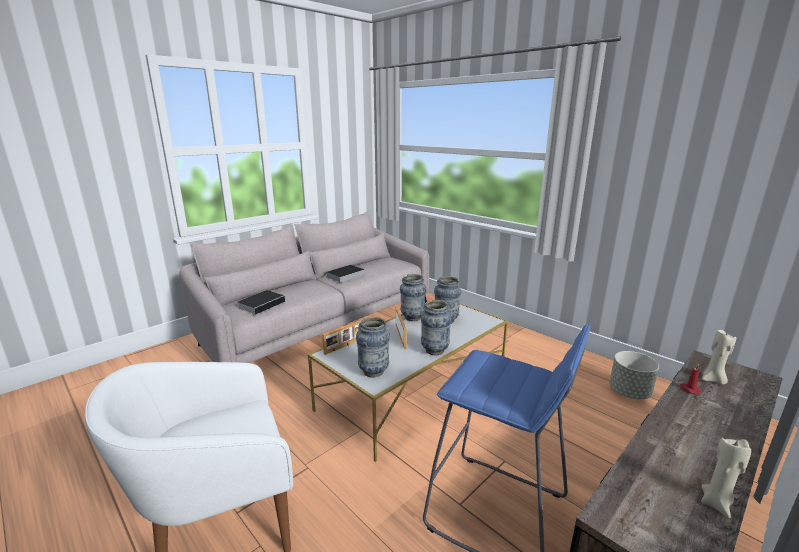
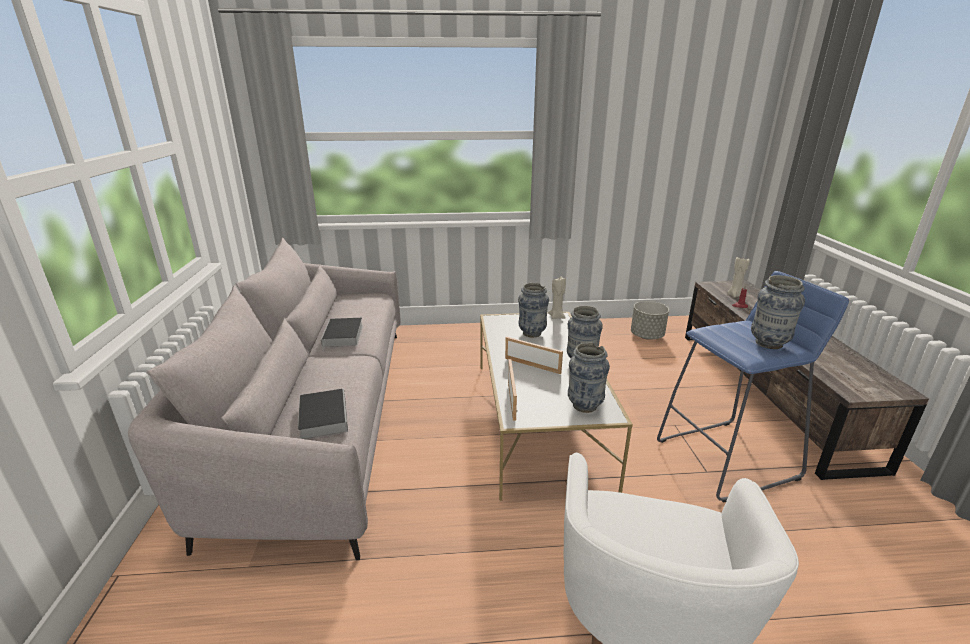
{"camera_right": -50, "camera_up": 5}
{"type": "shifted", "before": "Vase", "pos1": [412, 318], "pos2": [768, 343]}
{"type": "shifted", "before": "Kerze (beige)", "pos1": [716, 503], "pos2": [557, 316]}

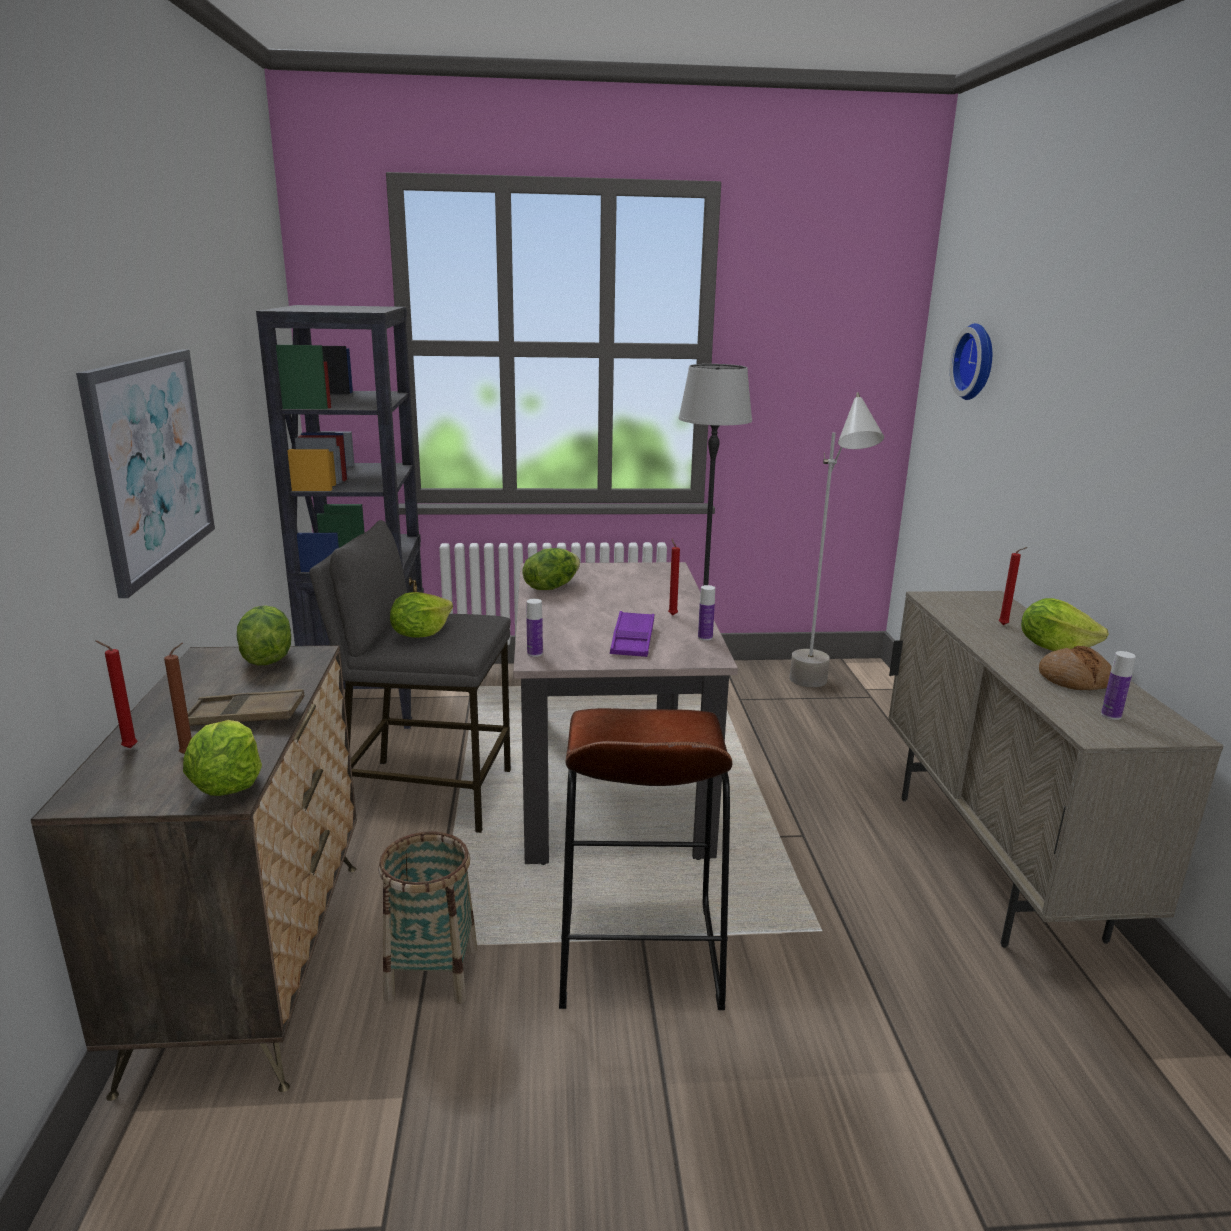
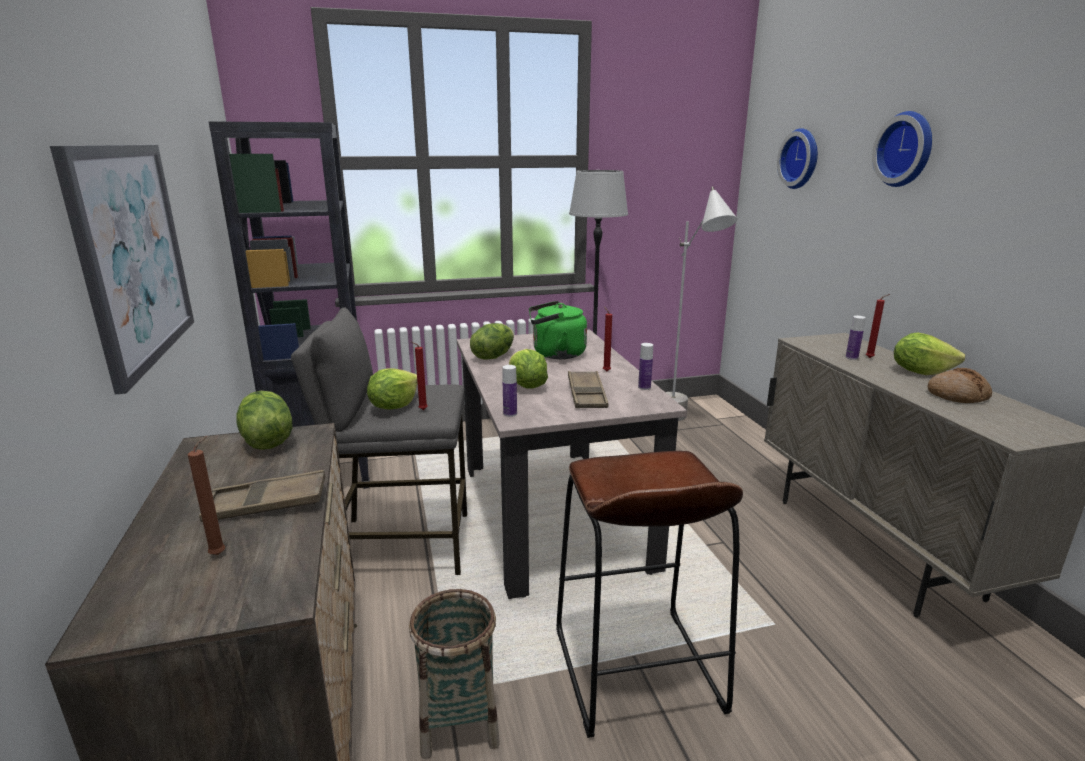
{"camera_right": -10, "camera_up": 0}
{"type": "repainted", "before": "Tablett (lila)", "after": "Tablett (braun)", "pos1": [632, 640], "pos2": [587, 395]}
{"type": "shifted", "before": "Kerze (rot)", "pos1": [127, 748], "pos2": [421, 410]}
{"type": "shifted", "before": "Flasche", "pos1": [1111, 715], "pos2": [851, 357]}
{"type": "shifted", "before": "Salatkopf", "pos1": [228, 785], "pos2": [526, 386]}
{"type": "new", "after": "Wanduhr", "pos2": [907, 149]}
{"type": "new", "after": "Wasserkessel (grün)", "pos2": [555, 354]}

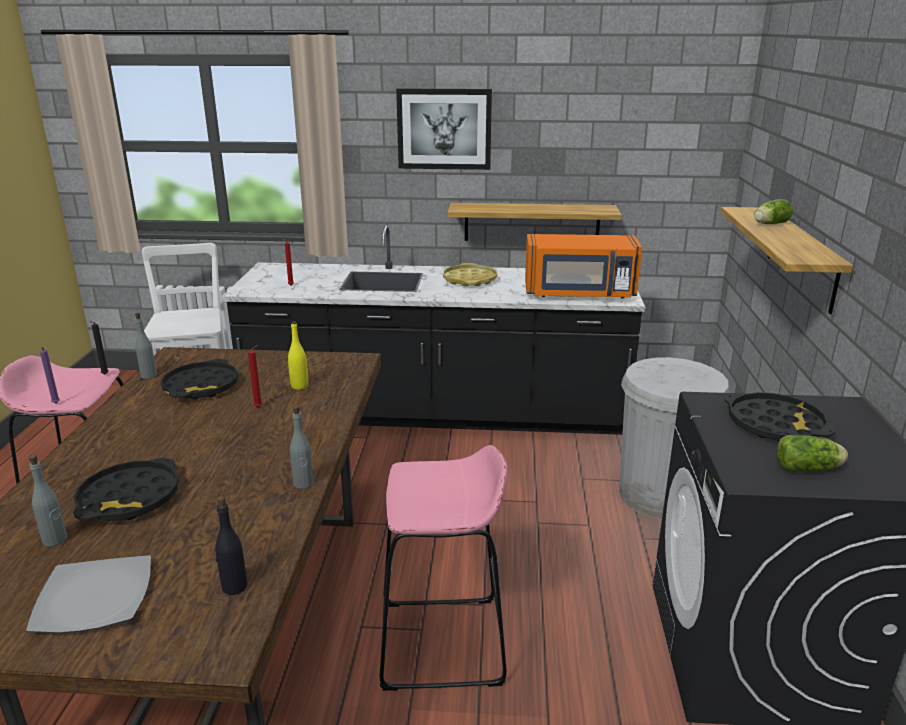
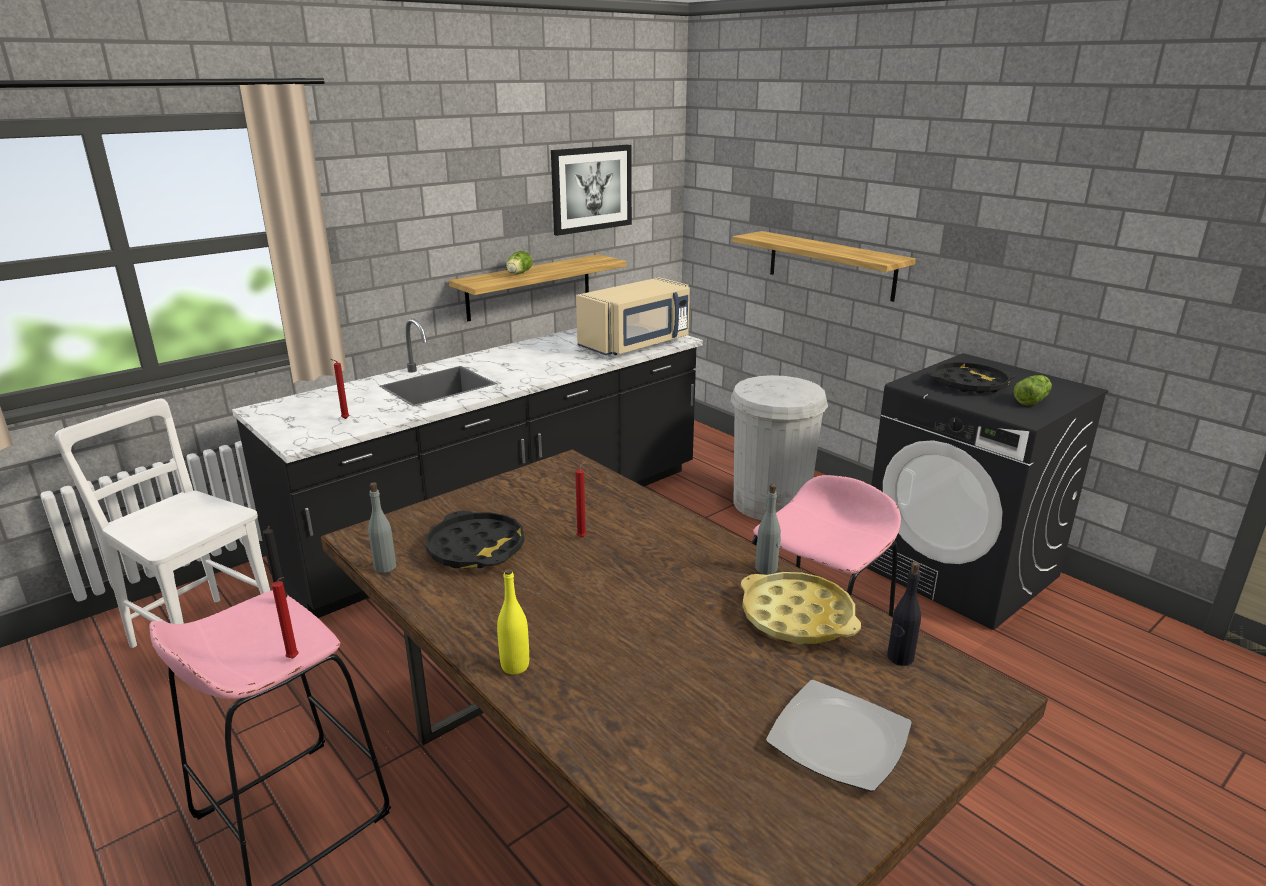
{"camera_right": -45, "camera_up": 0}
{"type": "shifted", "before": "Bild", "pos1": [444, 129], "pos2": [591, 189]}
{"type": "shifted", "before": "Salatkopf", "pos1": [769, 224], "pos2": [518, 274]}
{"type": "repainted", "before": "Mikrowelle (orange)", "after": "Mikrowelle (beige)", "pos1": [579, 293], "pos2": [636, 344]}
{"type": "shifted", "before": "Tablett (gelb)", "pos1": [469, 280], "pos2": [797, 616]}
{"type": "shifted", "before": "Flasche (gelb)", "pos1": [299, 386], "pos2": [515, 666]}
{"type": "repainted", "before": "Kerze (lila)", "after": "Kerze (rot)", "pos1": [56, 404], "pos2": [294, 659]}
{"type": "gone", "before": "Flasche (grau)", "pos1": [55, 539]}
{"type": "gone", "before": "Tablett (schwarz)", "pos1": [129, 498]}

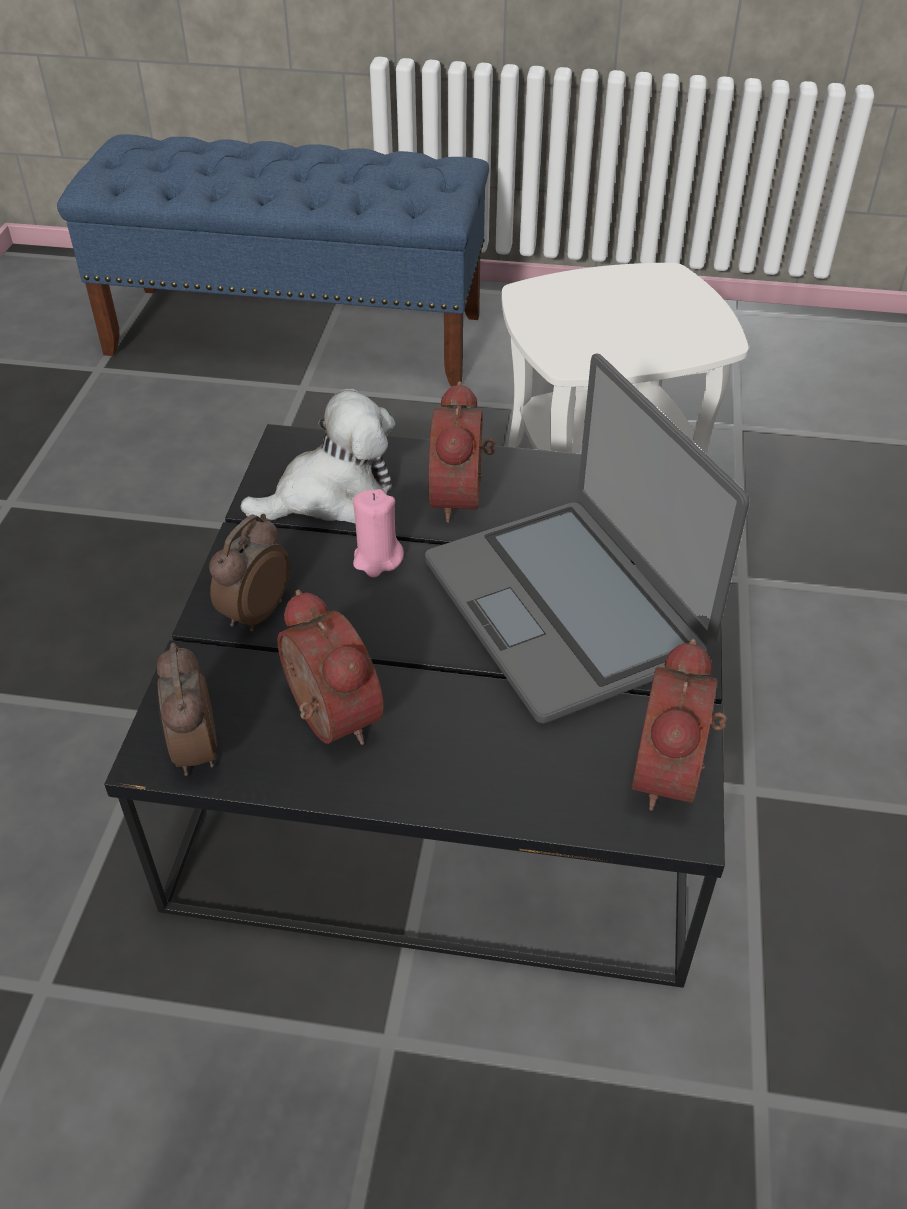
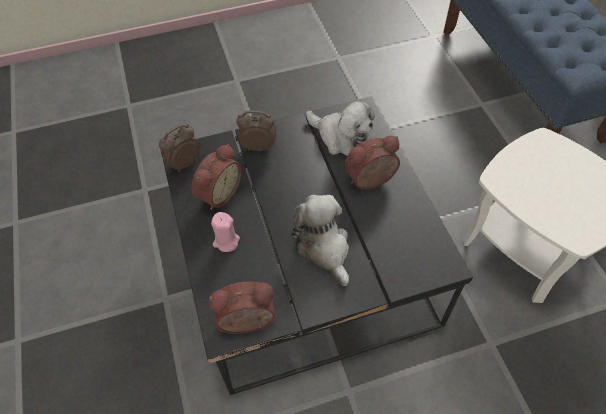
{"camera_right": 65, "camera_up": 10}
{"type": "swapped", "before": "Laptop", "after": "Plüschtier", "pos1": [565, 607], "pos2": [324, 247]}
{"type": "shifted", "before": "Kerze (rosa)", "pos1": [377, 559], "pos2": [226, 241]}

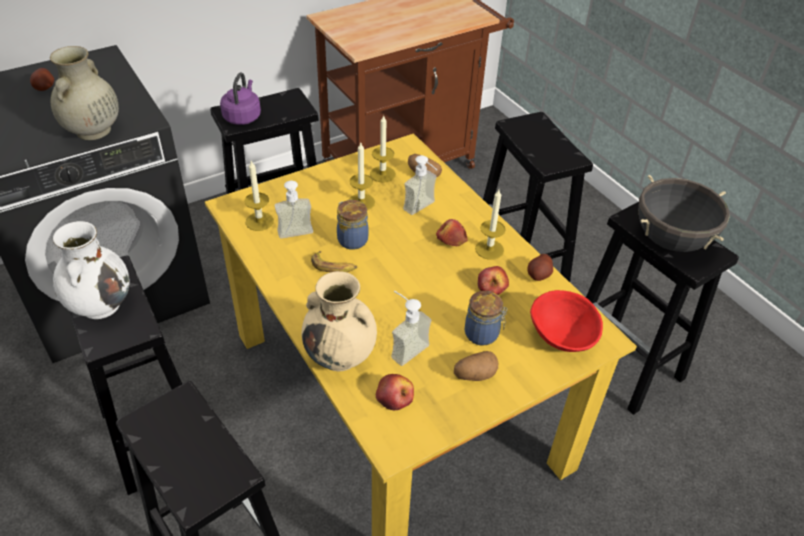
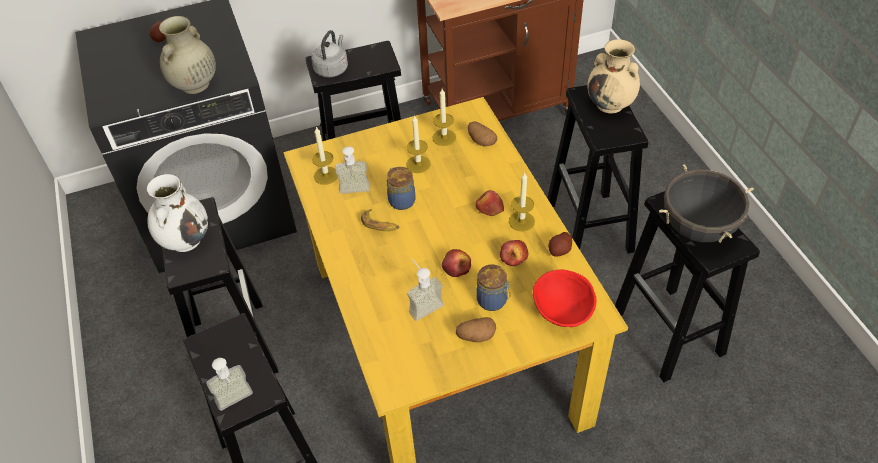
{"camera_right": 15, "camera_up": 5}
{"type": "repainted", "before": "Wasserkessel (lila)", "after": "Wasserkessel (grau)", "pos1": [243, 116], "pos2": [332, 68]}
{"type": "shifted", "before": "Seifenspender", "pos1": [423, 209], "pos2": [237, 403]}
{"type": "shifted", "before": "Vase (beige)", "pos1": [341, 356], "pos2": [611, 104]}
{"type": "shifted", "before": "Apfel", "pos1": [394, 397], "pos2": [456, 267]}

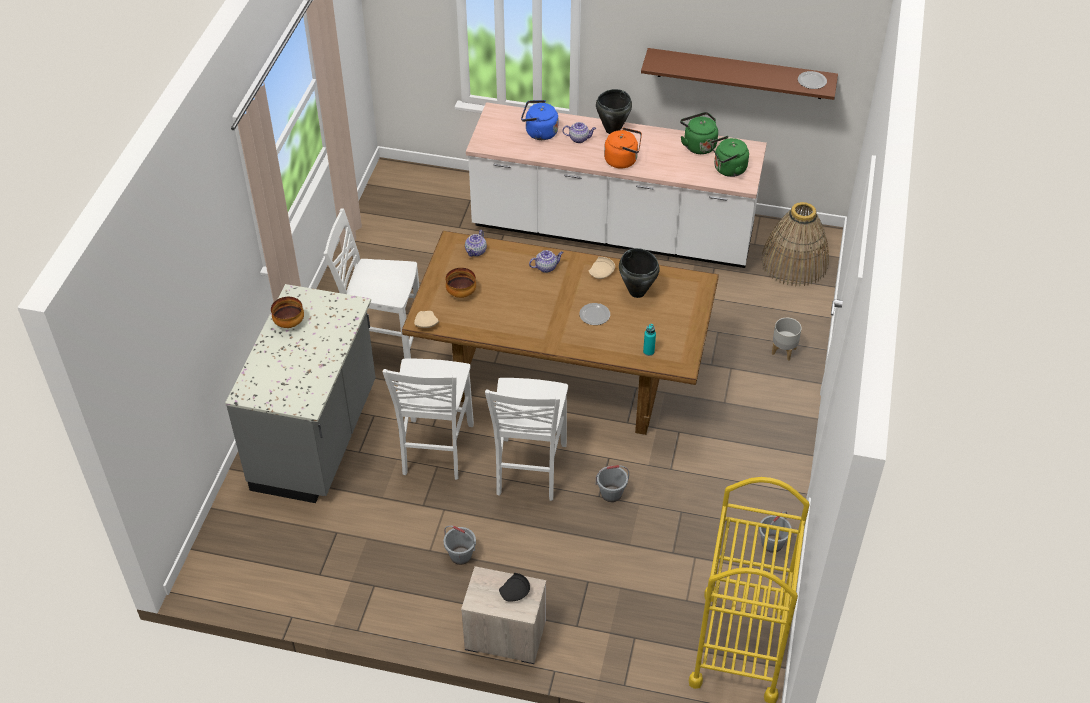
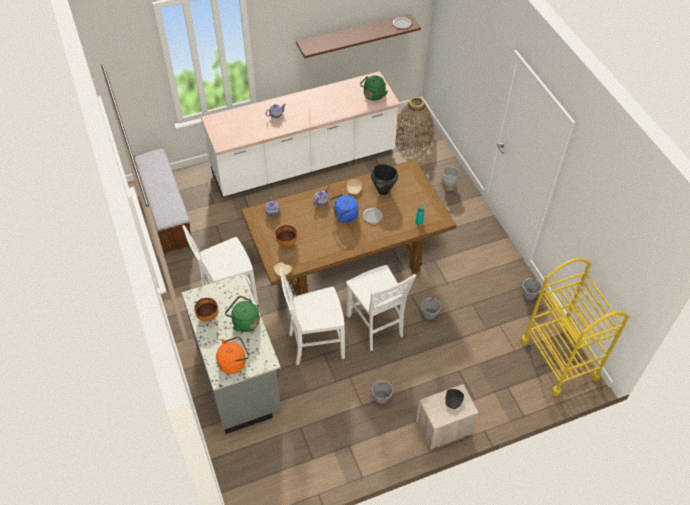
{"camera_right": -35, "camera_up": 5}
{"type": "gone", "before": "Kochtopf (schwarz)", "pos1": [612, 130]}
{"type": "shifted", "before": "Wasserkessel (blau)", "pos1": [539, 133], "pos2": [344, 216]}
{"type": "shifted", "before": "Wasserkessel (grün)", "pos1": [698, 145], "pos2": [244, 322]}
{"type": "shifted", "before": "Wasserkessel (orange)", "pos1": [623, 160], "pos2": [234, 362]}
{"type": "rotated", "before": "Stuhl (weiß)", "pos1": [435, 450], "pos2": [315, 345], "turn": 105}
{"type": "new", "after": "Bank", "pos2": [166, 213]}

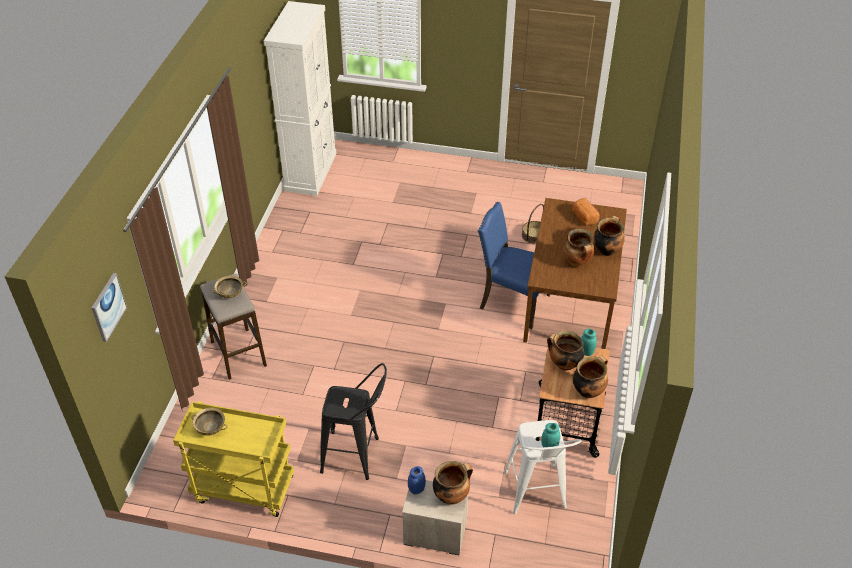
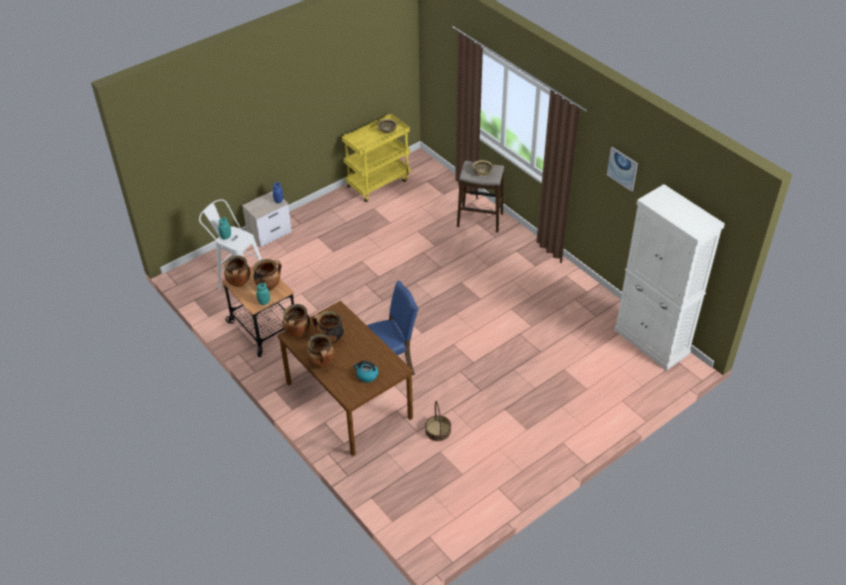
{"camera_right": 130, "camera_up": 0}
{"type": "swapped", "before": "Brot", "after": "Wasserkessel", "pos1": [583, 218], "pos2": [367, 375]}
{"type": "shifted", "before": "Bild", "pos1": [108, 307], "pos2": [622, 168]}
{"type": "gone", "before": "Hocker (schwarz)", "pos1": [357, 456]}
{"type": "shifted", "before": "Kochtopf", "pos1": [451, 495], "pos2": [298, 333]}

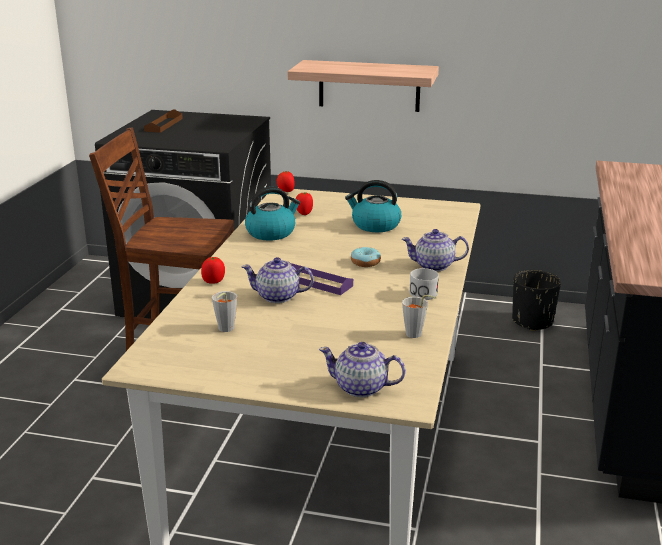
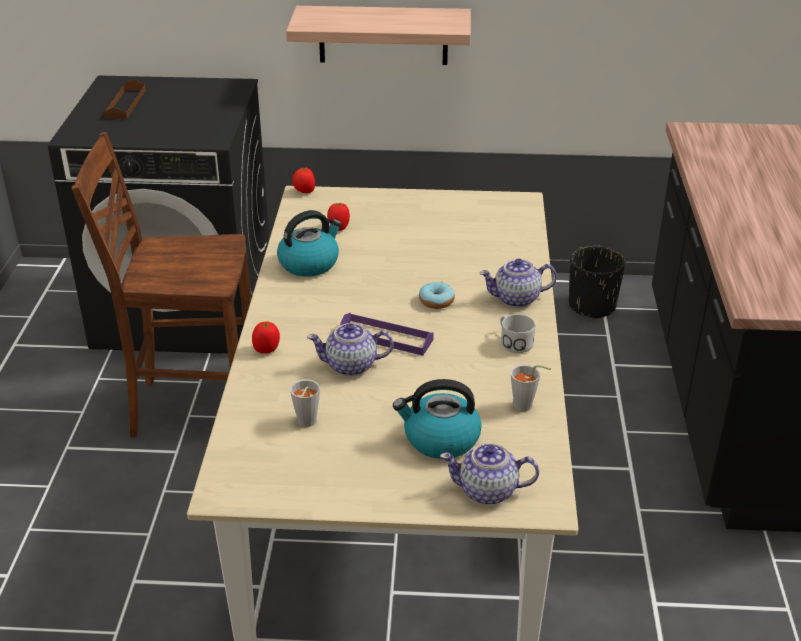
{"camera_right": -10, "camera_up": 10}
{"type": "shifted", "before": "Wasserkessel", "pos1": [375, 225], "pos2": [440, 439]}

